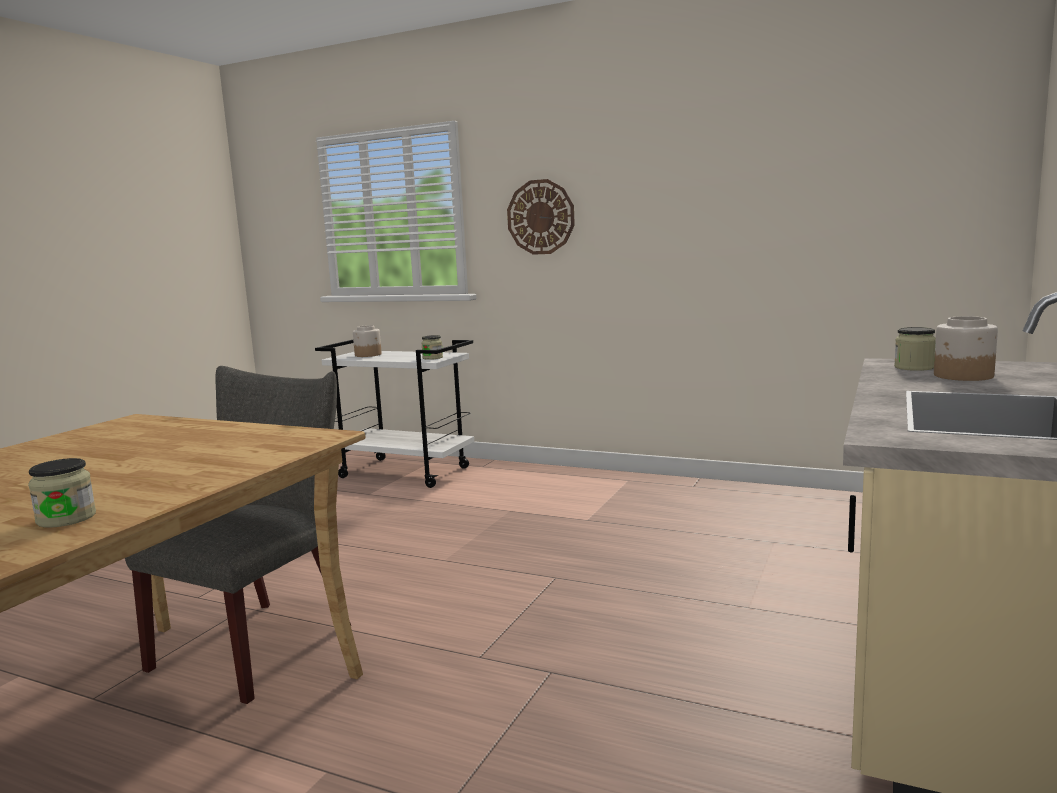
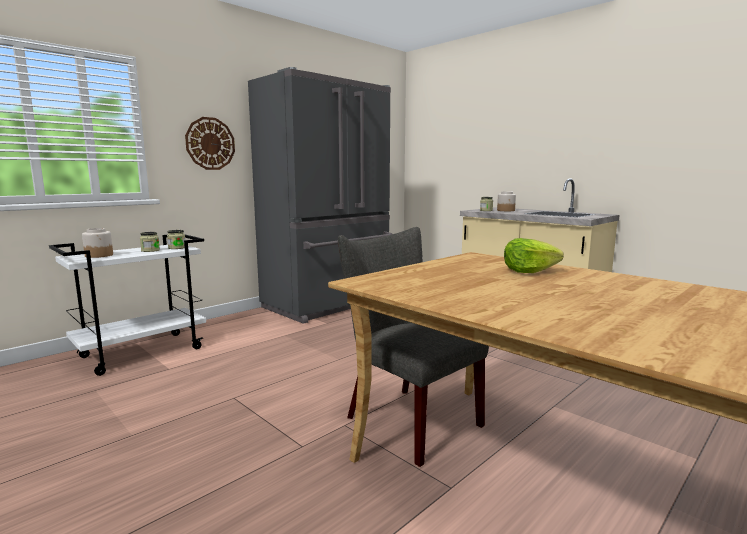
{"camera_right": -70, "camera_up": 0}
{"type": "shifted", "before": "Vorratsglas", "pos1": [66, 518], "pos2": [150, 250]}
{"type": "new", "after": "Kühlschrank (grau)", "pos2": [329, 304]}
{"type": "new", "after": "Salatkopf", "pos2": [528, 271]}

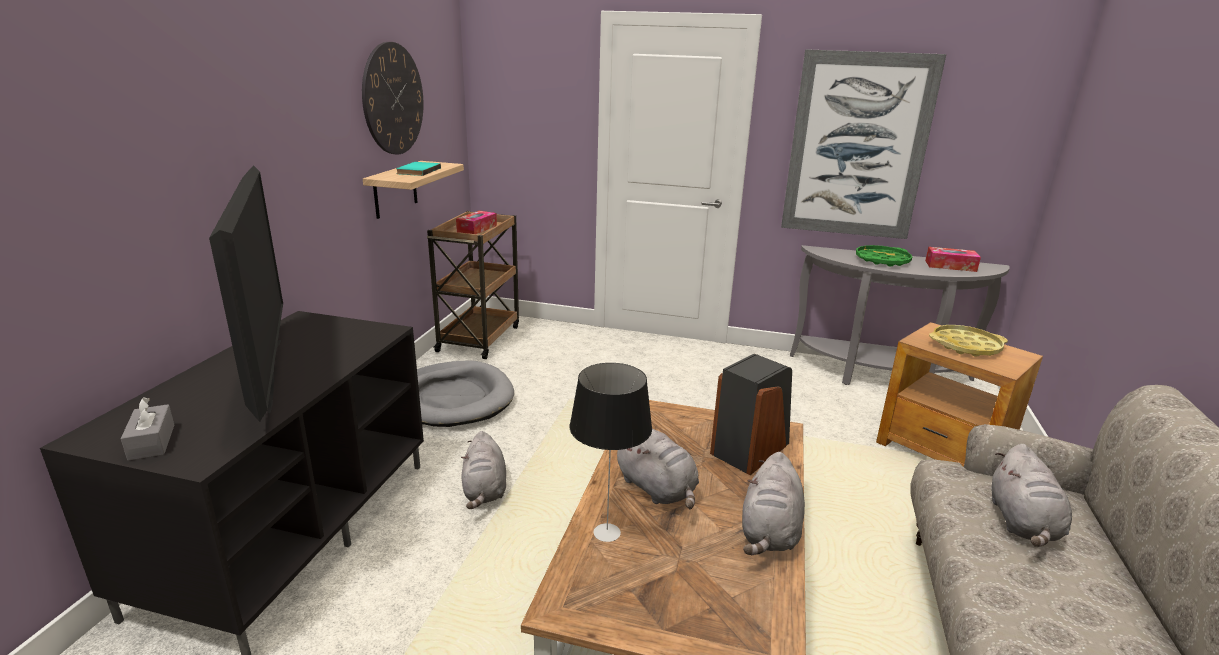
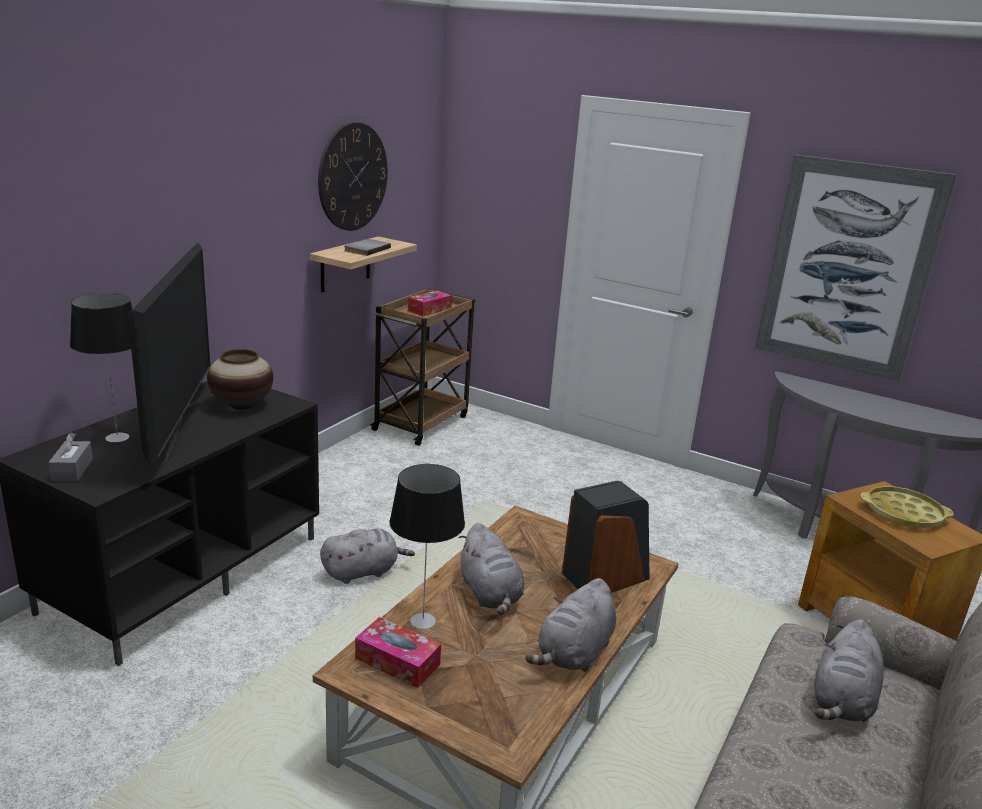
{"camera_right": 15, "camera_up": 0}
{"type": "repainted", "before": "Buch (türkis)", "after": "Buch (grau)", "pos1": [417, 171], "pos2": [365, 249]}
{"type": "gone", "before": "Tablett (grün)", "pos1": [882, 260]}
{"type": "shifted", "before": "Taschentuchbox", "pos1": [950, 266], "pos2": [397, 661]}
{"type": "gone", "before": "Hundebett (grau)", "pos1": [453, 398]}
{"type": "rotated", "before": "Plüschtier (grau)", "pos1": [484, 491], "pos2": [363, 572], "turn": -120}
{"type": "new", "after": "Tischlampe", "pos2": [117, 437]}
{"type": "new", "after": "Vase", "pos2": [241, 405]}

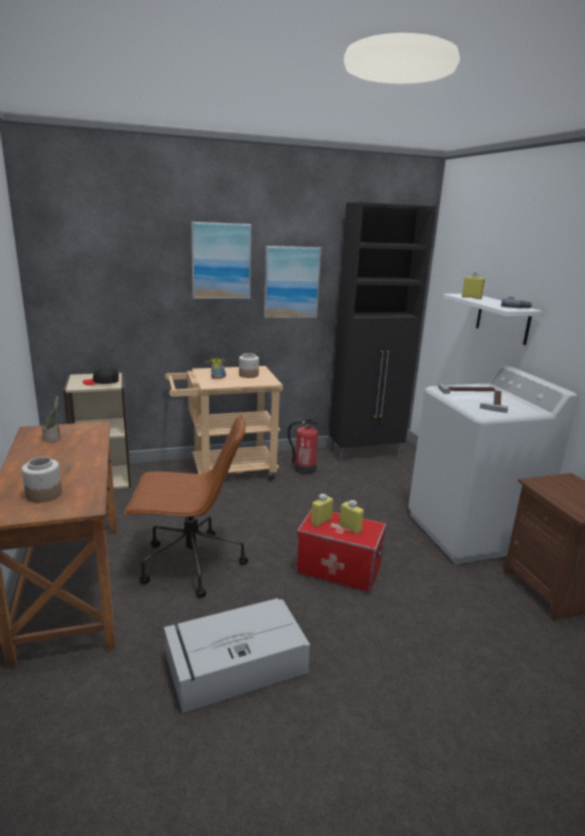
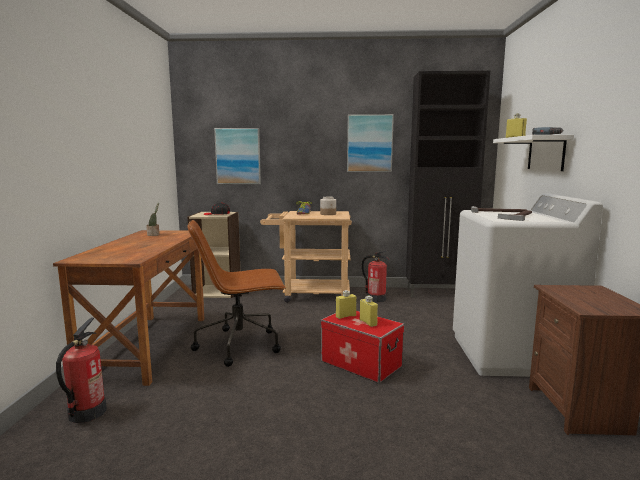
{"camera_right": 20, "camera_up": -10}
{"type": "shifted", "before": "Bild", "pos1": [221, 261], "pos2": [238, 156]}
{"type": "rotated", "before": "Bürostuhl (braun)", "pos1": [189, 564], "pos2": [240, 345], "turn": 150}
{"type": "gone", "before": "Vorratsglas", "pos1": [44, 494]}
{"type": "gone", "before": "Aufbewahrungsbox (grau)", "pos1": [234, 665]}
{"type": "new", "after": "Feuerlöscher", "pos2": [86, 413]}

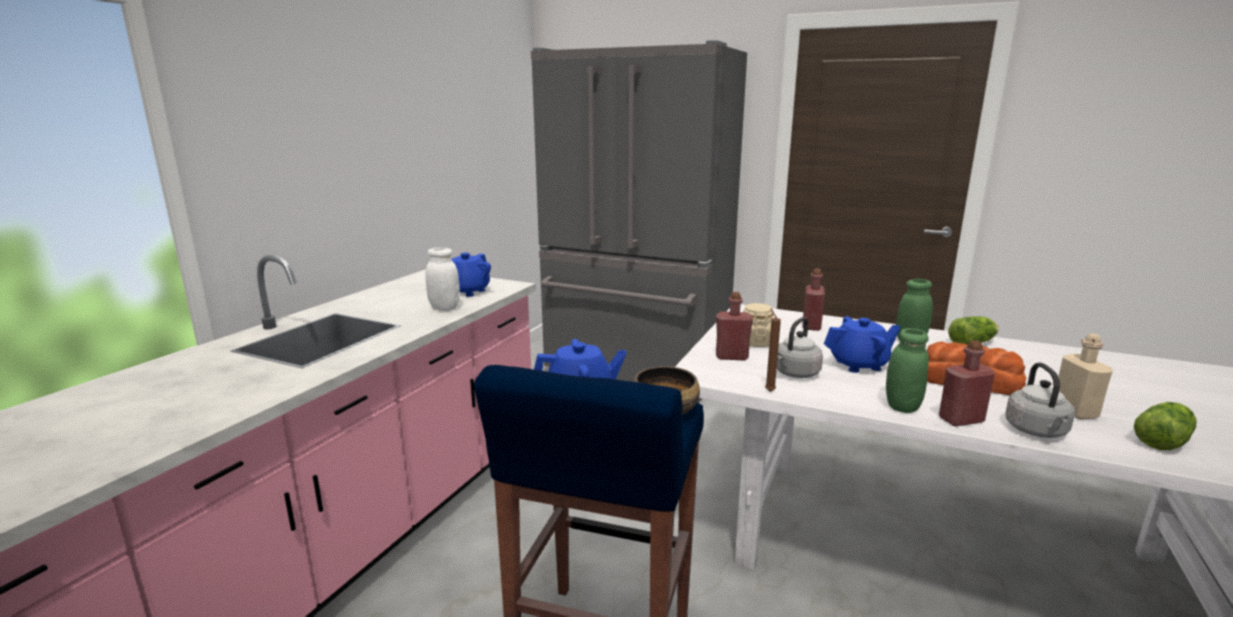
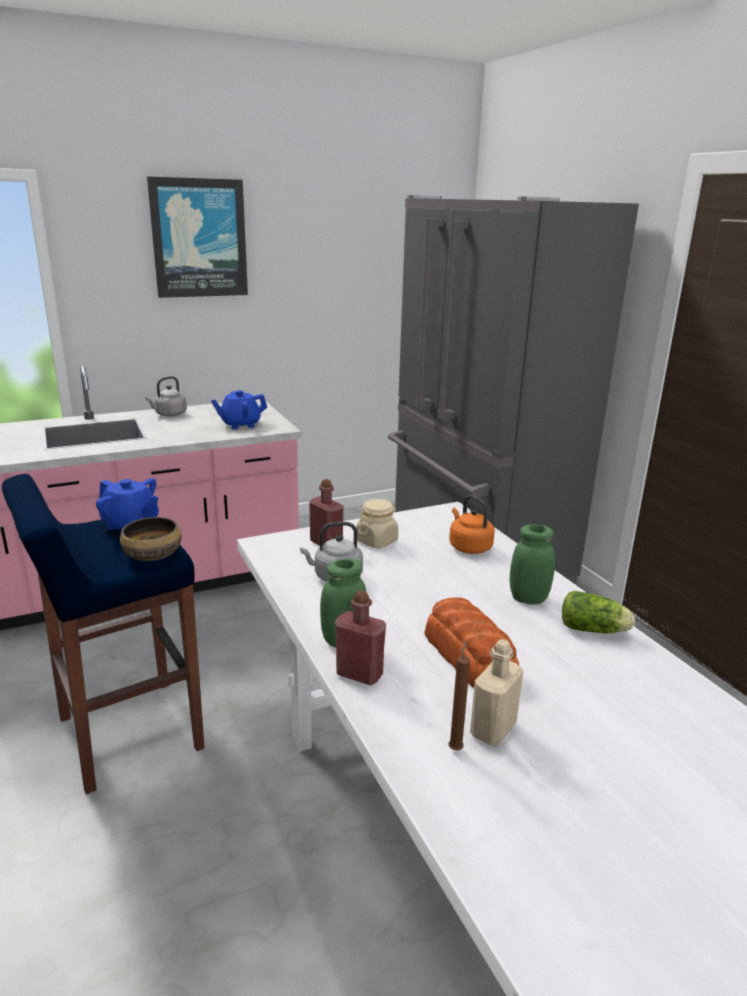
{"camera_right": 40, "camera_up": 5}
{"type": "gone", "before": "Vorratsglas (weiß)", "pos1": [444, 308]}
{"type": "swapped", "before": "Flasche (rot)", "after": "Wasserkessel (orange)", "pos1": [811, 326], "pos2": [468, 547]}
{"type": "shifted", "before": "Kerze (braun)", "pos1": [769, 391], "pos2": [456, 748]}
{"type": "gone", "before": "Teekanne (blau)", "pos1": [859, 365]}
{"type": "shifted", "before": "Wasserkessel (grau)", "pos1": [1037, 431], "pos2": [169, 415]}
{"type": "gone", "before": "Salatkopf", "pos1": [1163, 440]}
{"type": "new", "after": "Bild", "pos2": [199, 238]}

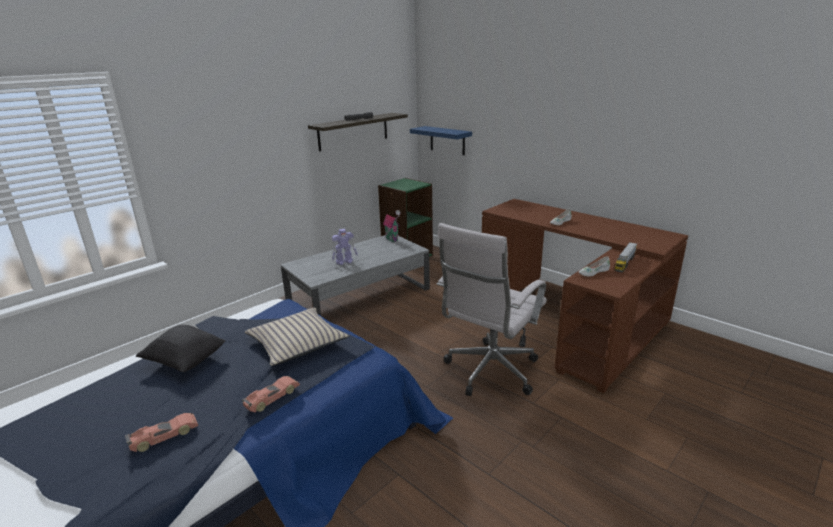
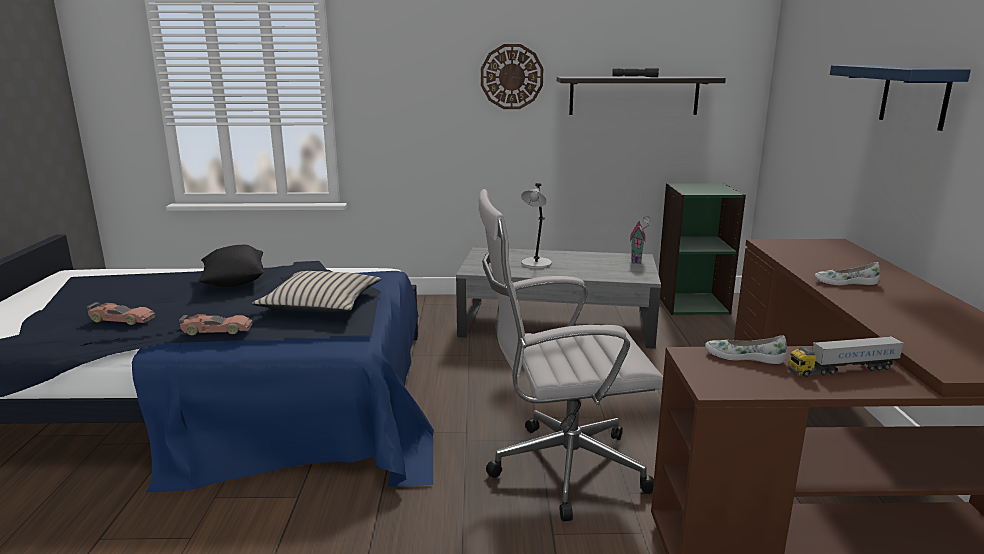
{"camera_right": 45, "camera_up": -5}
{"type": "shifted", "before": "Wandregal (blau)", "pos1": [447, 140], "pos2": [914, 96]}
{"type": "swapped", "before": "Spielzeugroboter", "after": "Tischlampe (grau)", "pos1": [345, 262], "pos2": [535, 264]}
{"type": "new", "after": "Wanduhr", "pos2": [511, 77]}

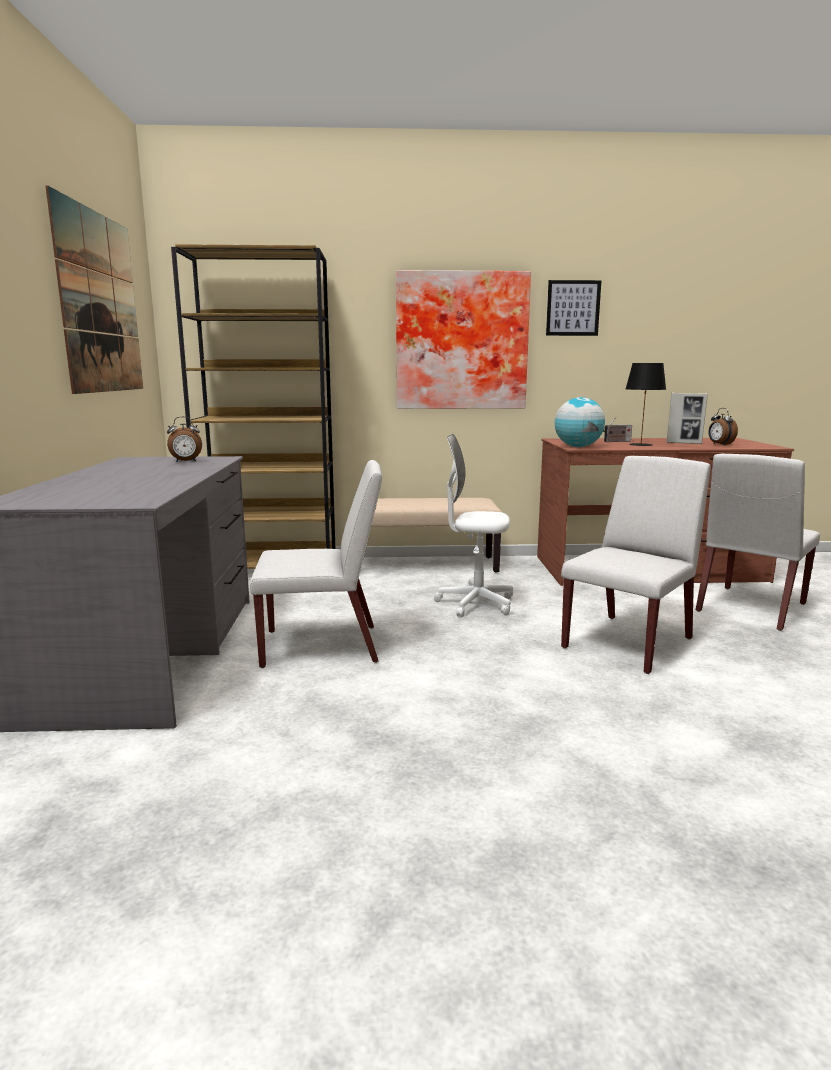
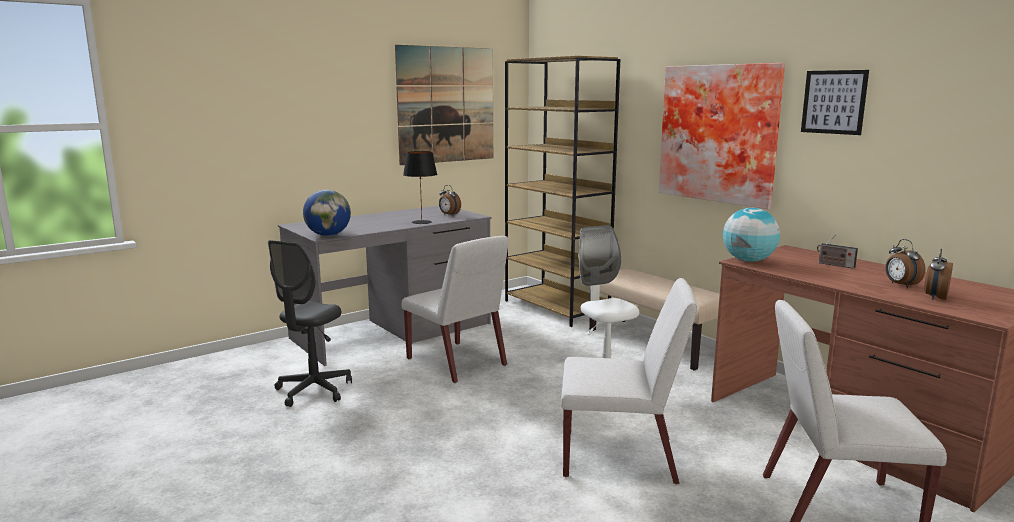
{"camera_right": 55, "camera_up": 0}
{"type": "shifted", "before": "Tischlampe (schwarz)", "pos1": [640, 445], "pos2": [422, 222]}
{"type": "swapped", "before": "Bilderrahmen", "after": "Wecker", "pos1": [684, 443], "pos2": [900, 285]}
{"type": "new", "after": "Globus", "pos2": [328, 235]}
{"type": "new", "after": "Bürostuhl (grau)", "pos2": [313, 391]}

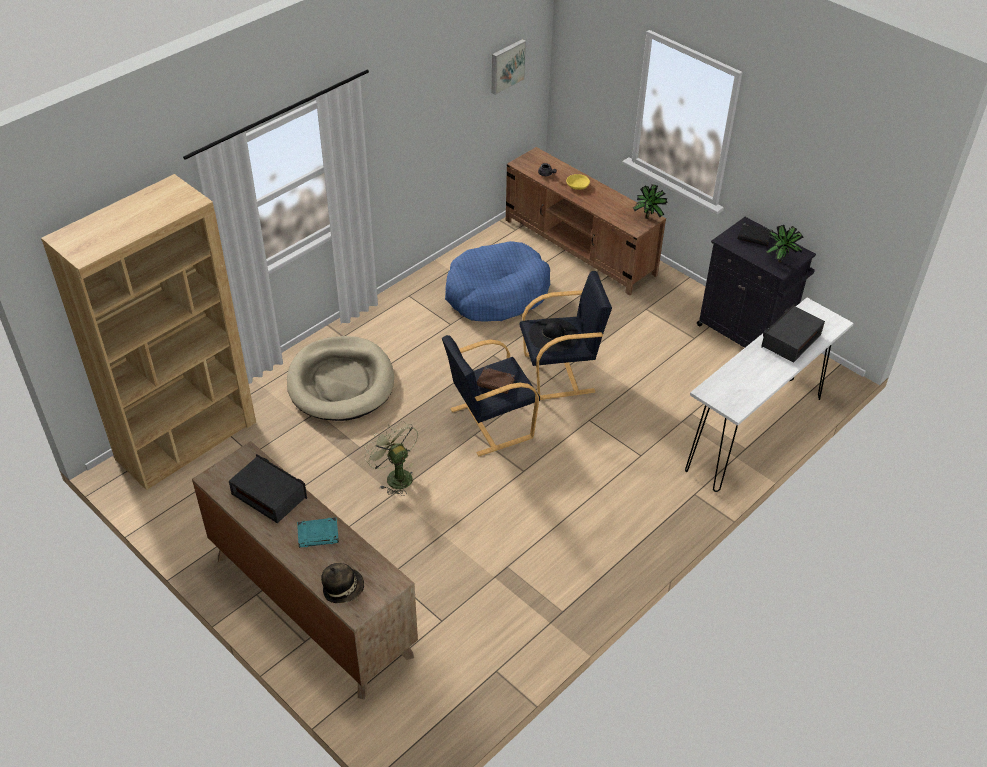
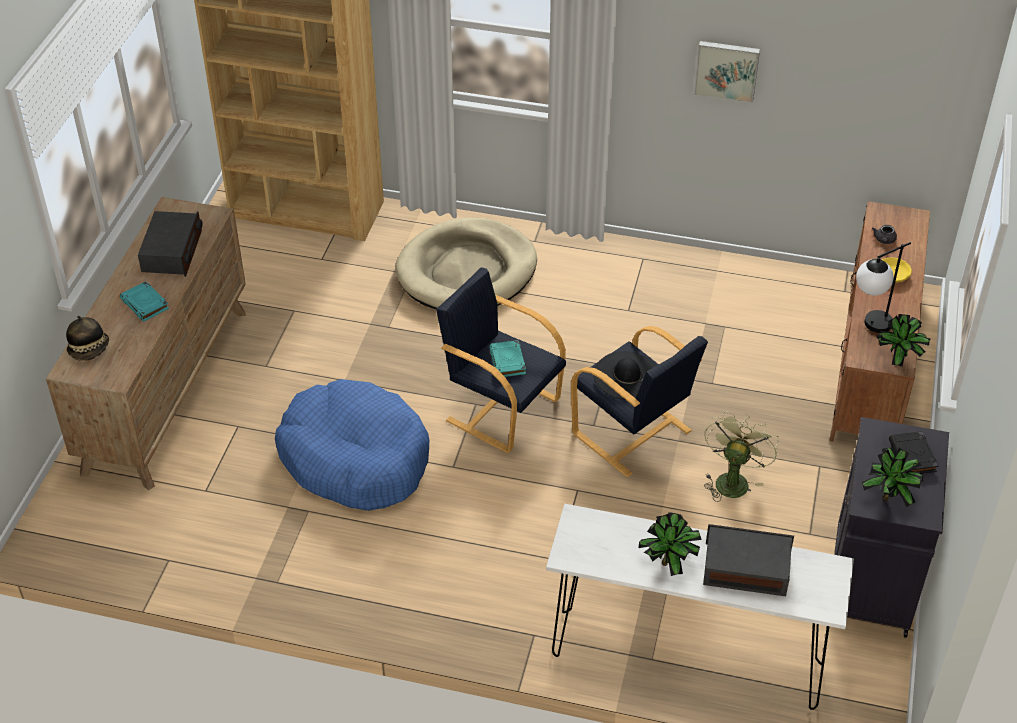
{"camera_right": 60, "camera_up": 0}
{"type": "shifted", "before": "Bild", "pos1": [506, 66], "pos2": [727, 70]}
{"type": "shifted", "before": "Hundebett (blau)", "pos1": [496, 293], "pos2": [355, 458]}
{"type": "repainted", "before": "Buch (braun)", "after": "Buch (türkis)", "pos1": [496, 383], "pos2": [508, 362]}
{"type": "shifted", "before": "Ventilator (grün)", "pos1": [395, 476], "pos2": [732, 479]}
{"type": "new", "after": "Tischlampe", "pos2": [869, 327]}
{"type": "new", "after": "Topfpflanze", "pos2": [669, 564]}

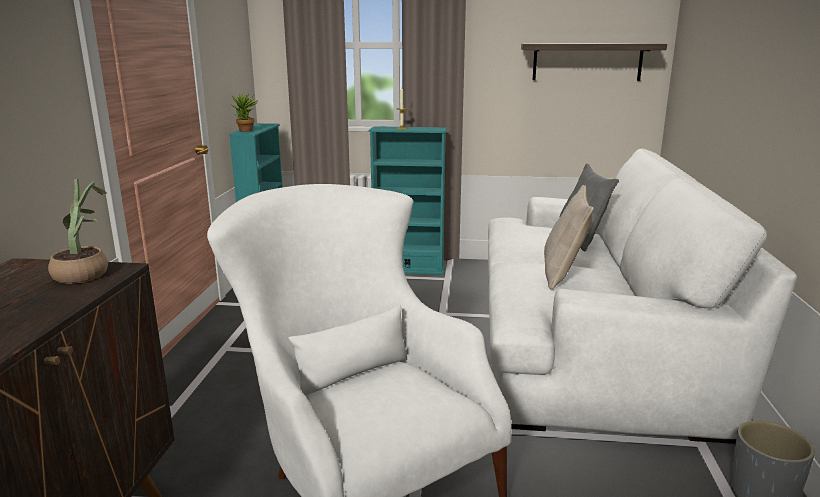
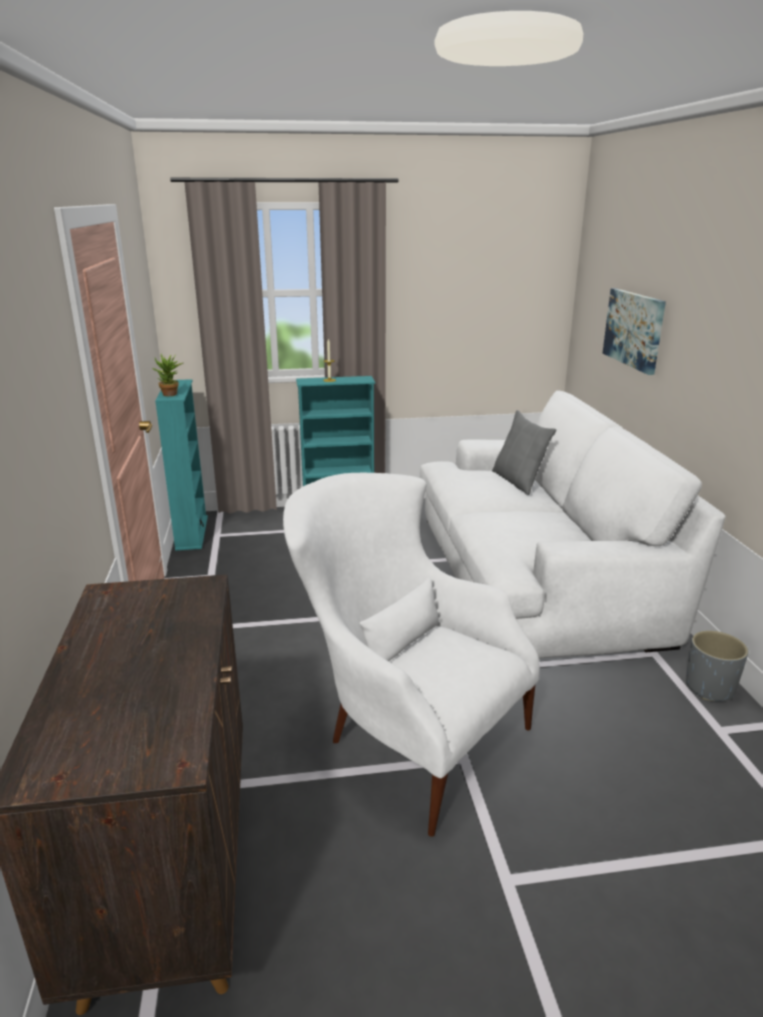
{"camera_right": -15, "camera_up": 5}
{"type": "gone", "before": "Wandregal", "pos1": [587, 62]}
{"type": "gone", "before": "Topfpflanze", "pos1": [85, 273]}
{"type": "gone", "before": "Kissen (beige)", "pos1": [563, 274]}
{"type": "new", "after": "Bild", "pos2": [634, 329]}

